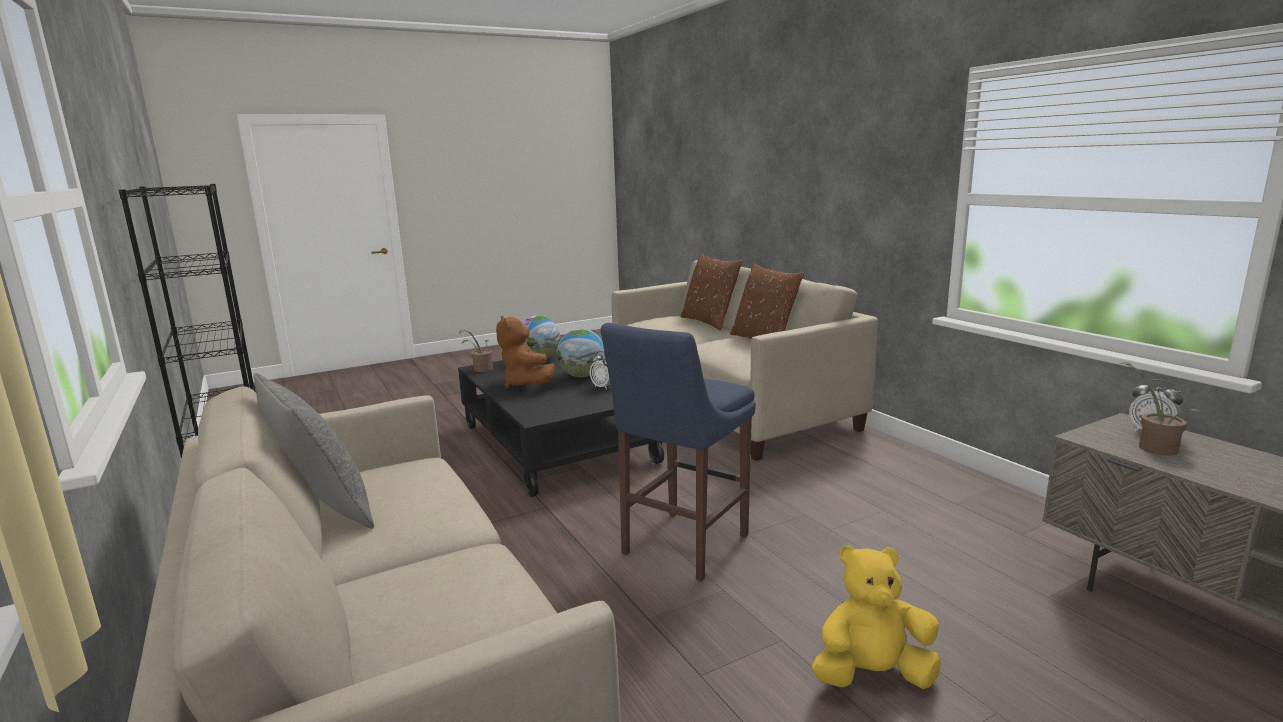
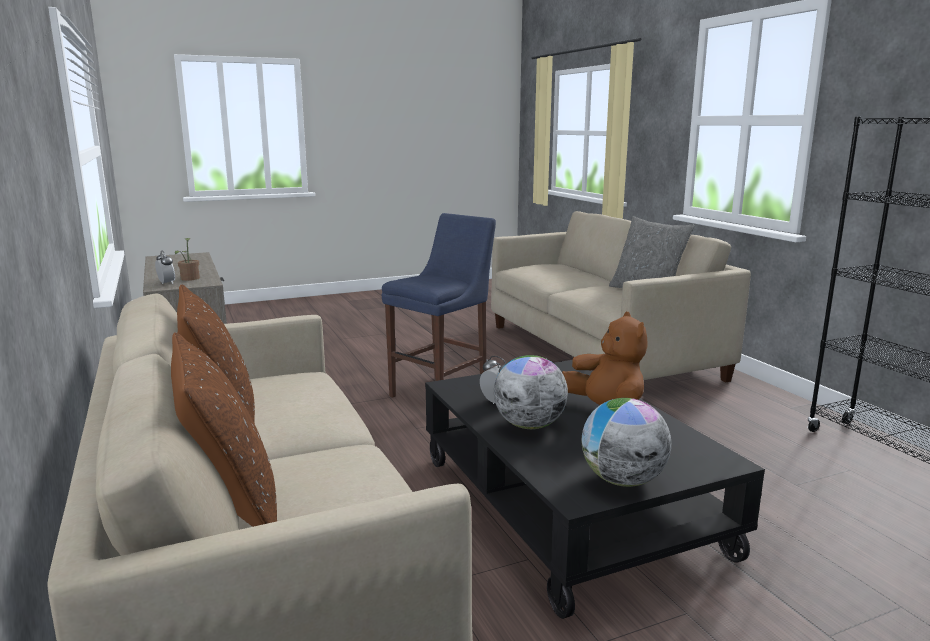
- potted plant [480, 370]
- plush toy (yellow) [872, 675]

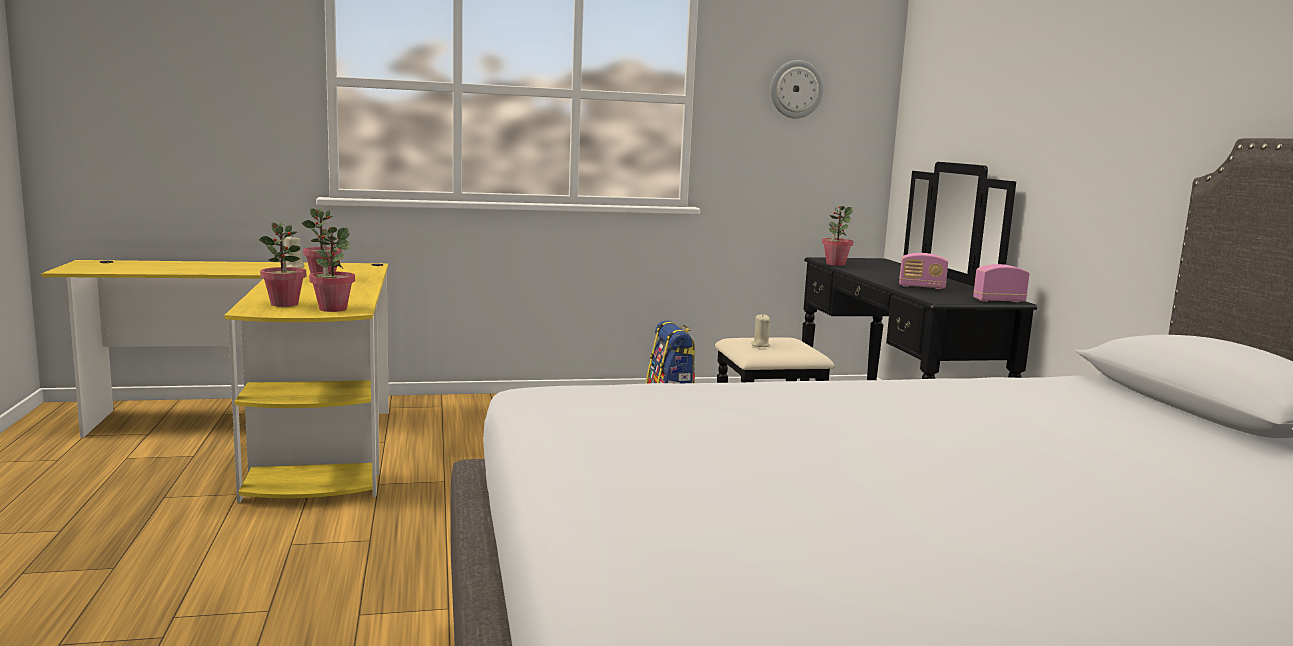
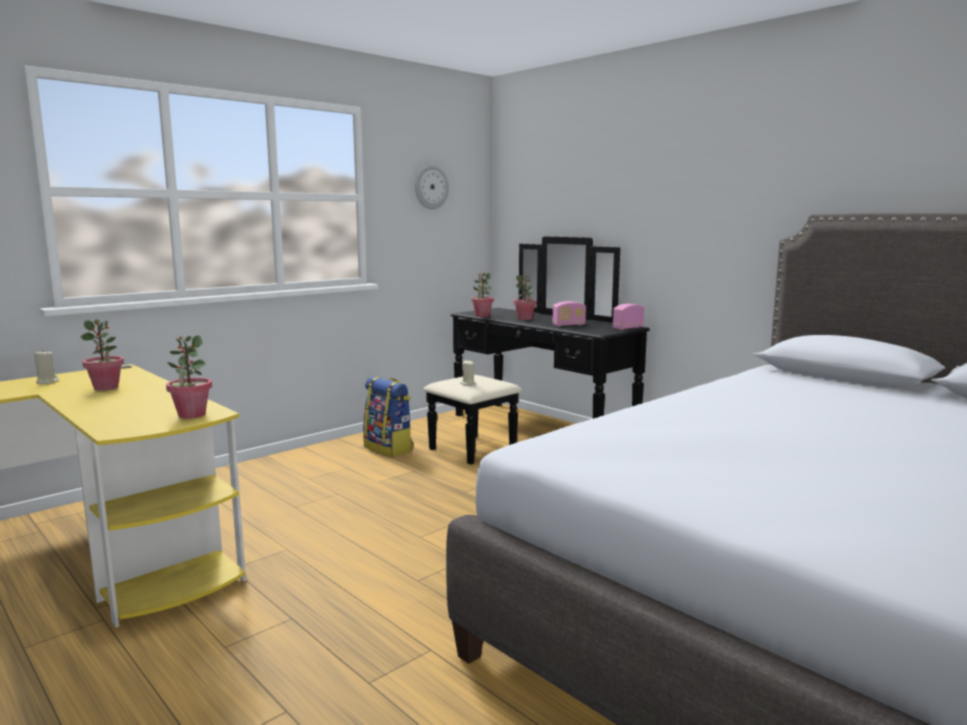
~ potted plant [284, 304] to [525, 319]

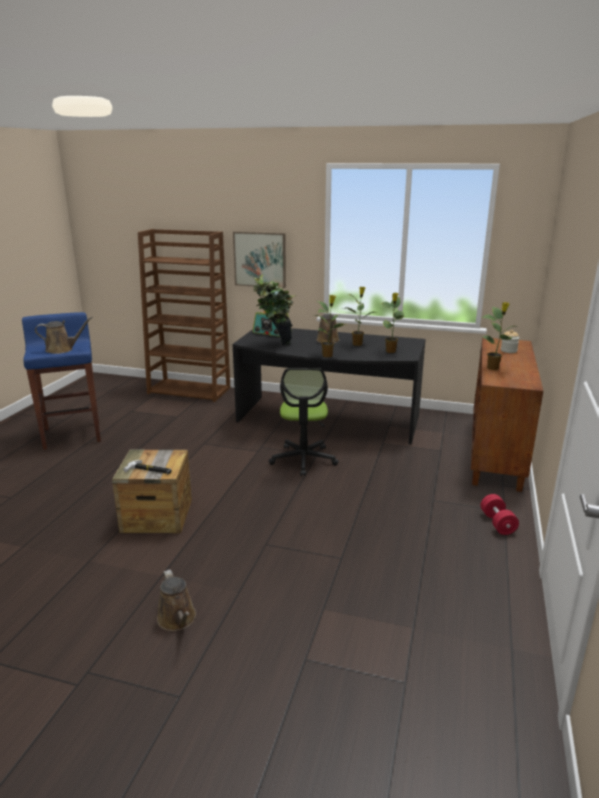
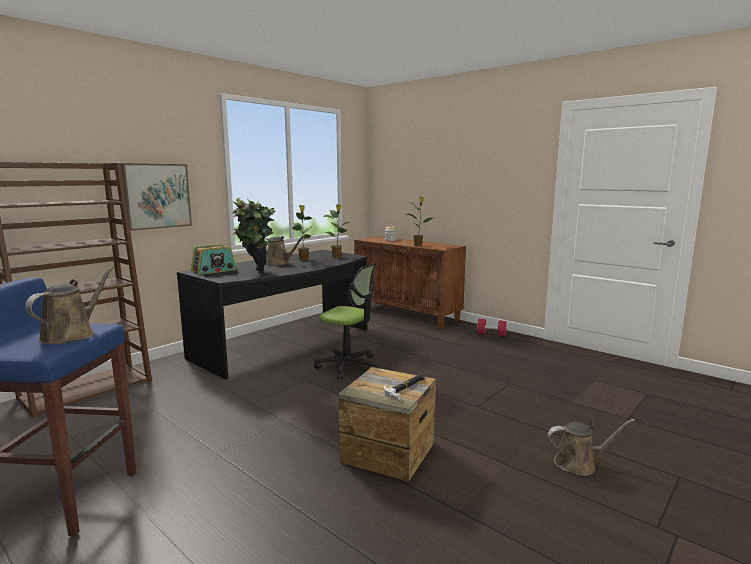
- potted plant [328, 355]

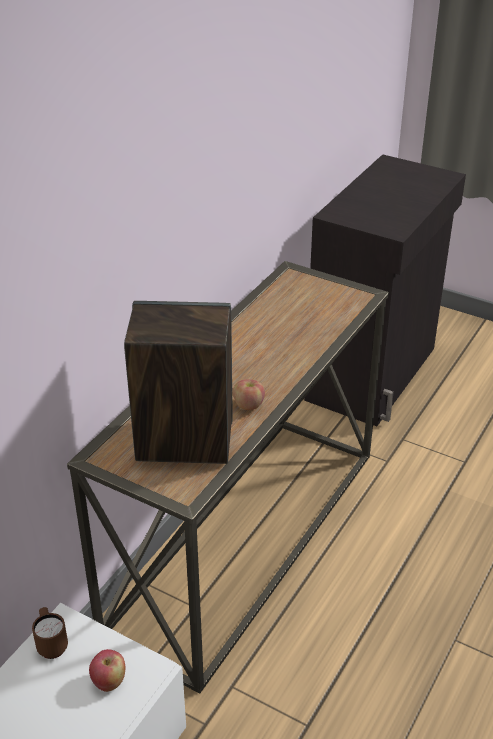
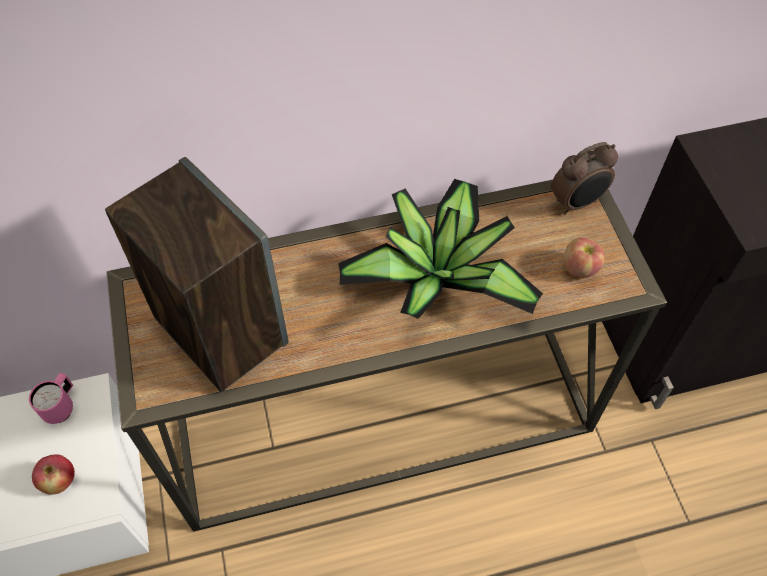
~ mug (brown) [51, 644] to mug (pink) [62, 406]
~ apple [248, 405] to [579, 268]
+ potted plant [439, 275]
+ alarm clock [577, 203]

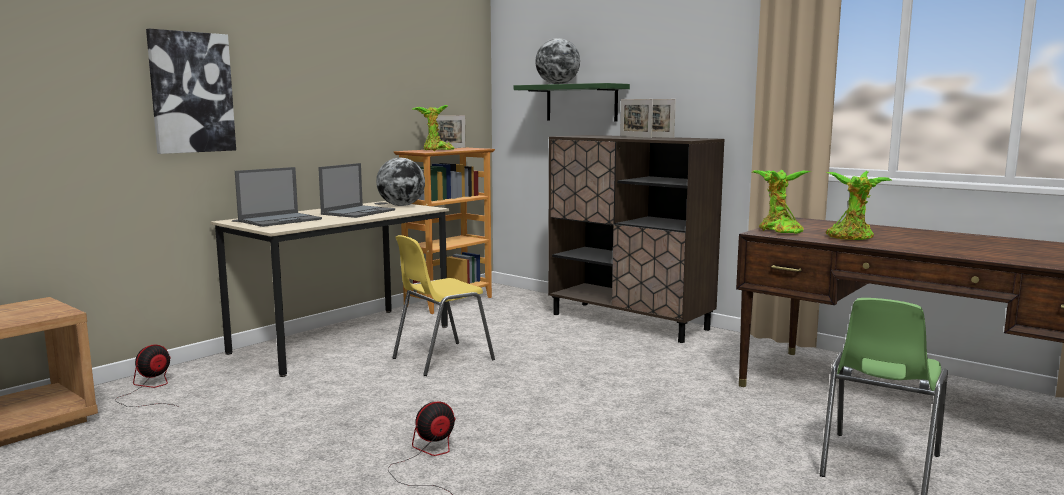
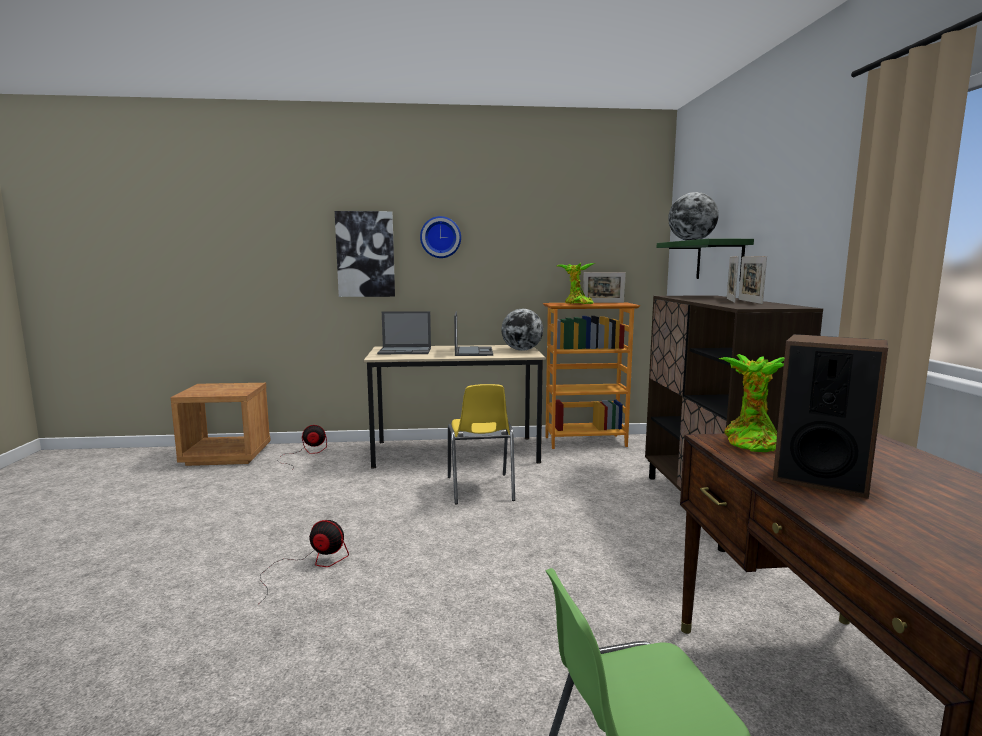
~ laptop [359, 212] = [473, 351] 75 degrees counterclockwise
~ chair (yellow) [441, 359] = [480, 489] 105 degrees counterclockwise
~ potted plant [851, 238] to speaker [821, 478]
+ wall clock [440, 237]

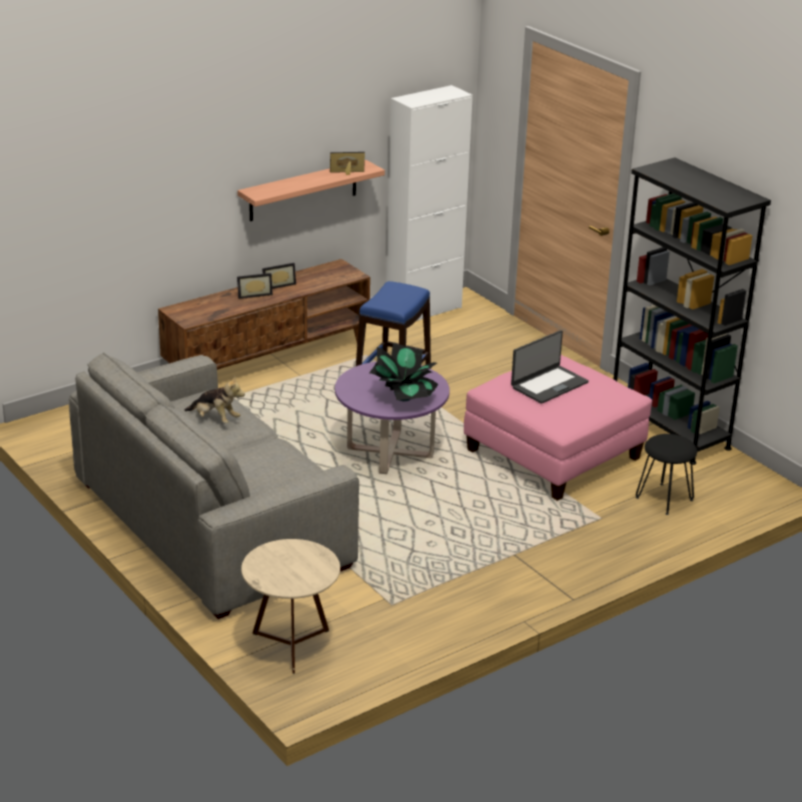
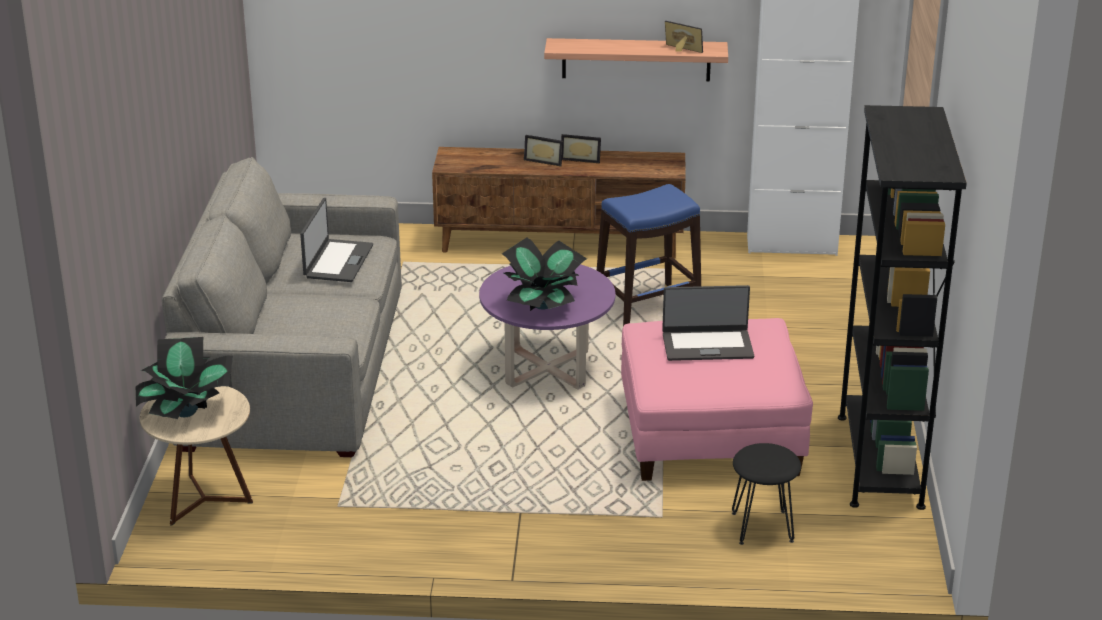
~ plush toy [215, 419] to laptop [337, 261]
+ potted plant [187, 412]

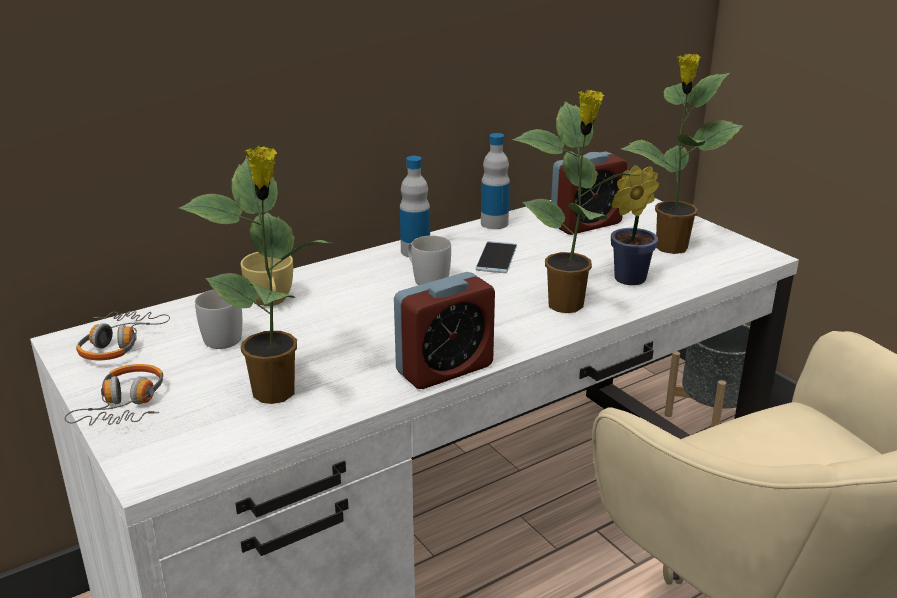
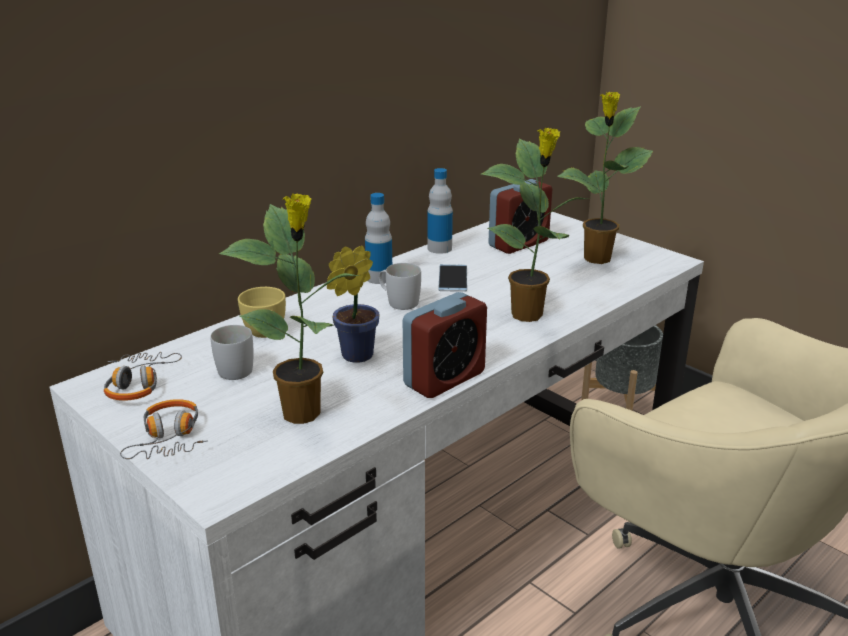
~ potted plant [626, 279] to [353, 356]

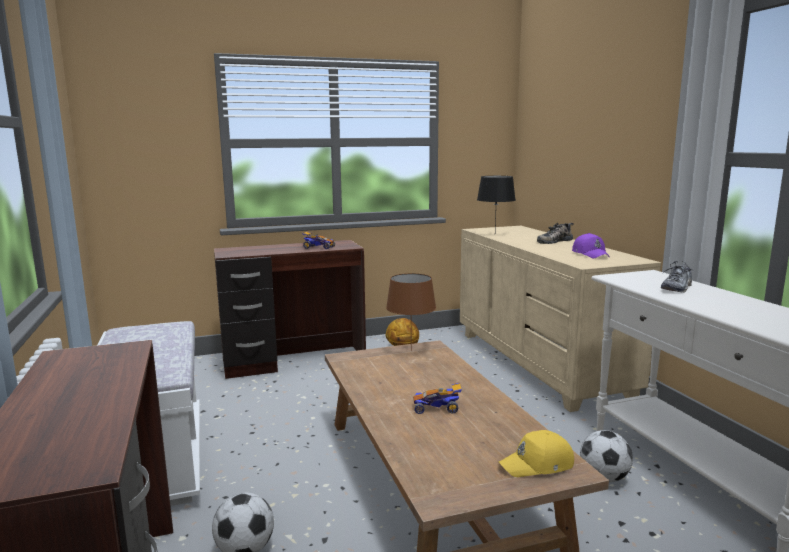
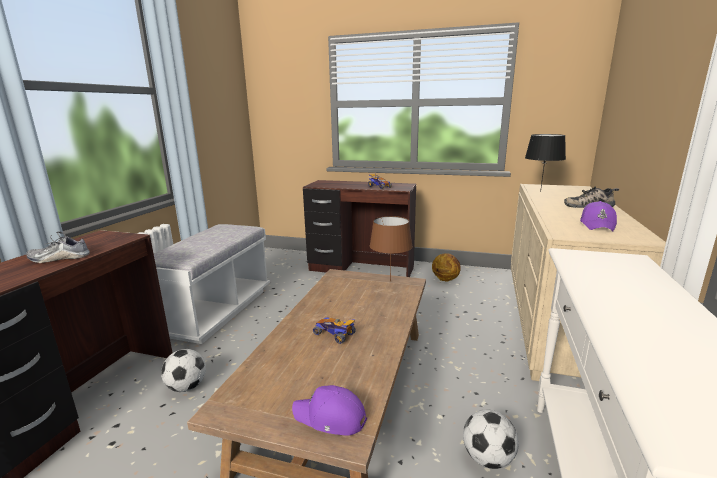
~ cap (yellow) [538, 465] to cap (purple) [330, 418]
~ shoe [677, 288] to [59, 258]

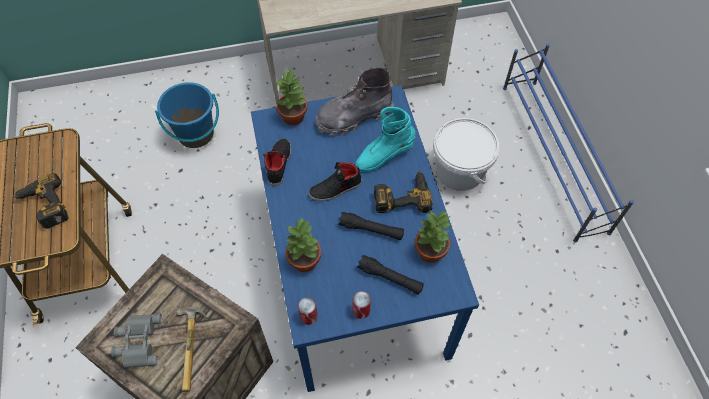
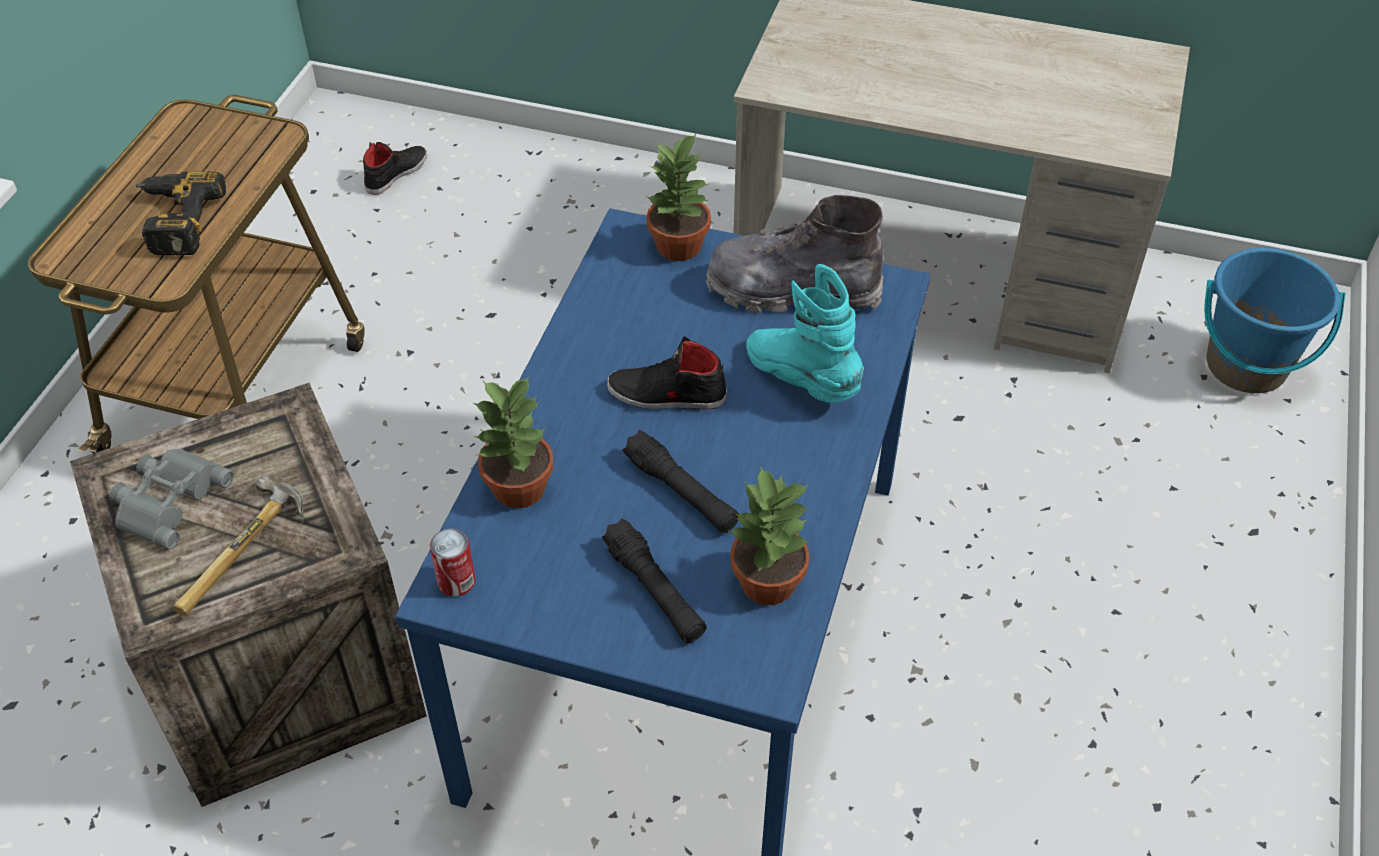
~ bucket (blue) [196, 134] to [1246, 366]
~ shoe (black) [278, 163] to [396, 173]
- can [361, 310]
~ boot (turquoise) [384, 156] = [802, 379] 45 degrees clockwise
- power drill [401, 195]
- bucket (white) [459, 171]
- shoe rack (blue) [553, 156]

